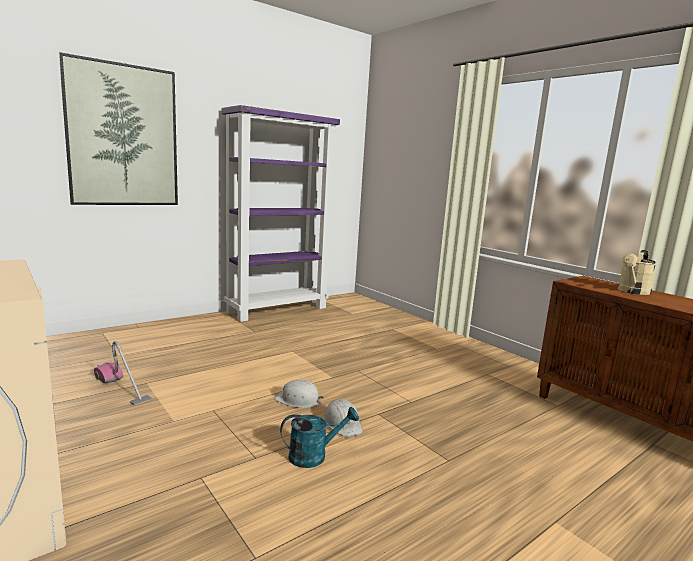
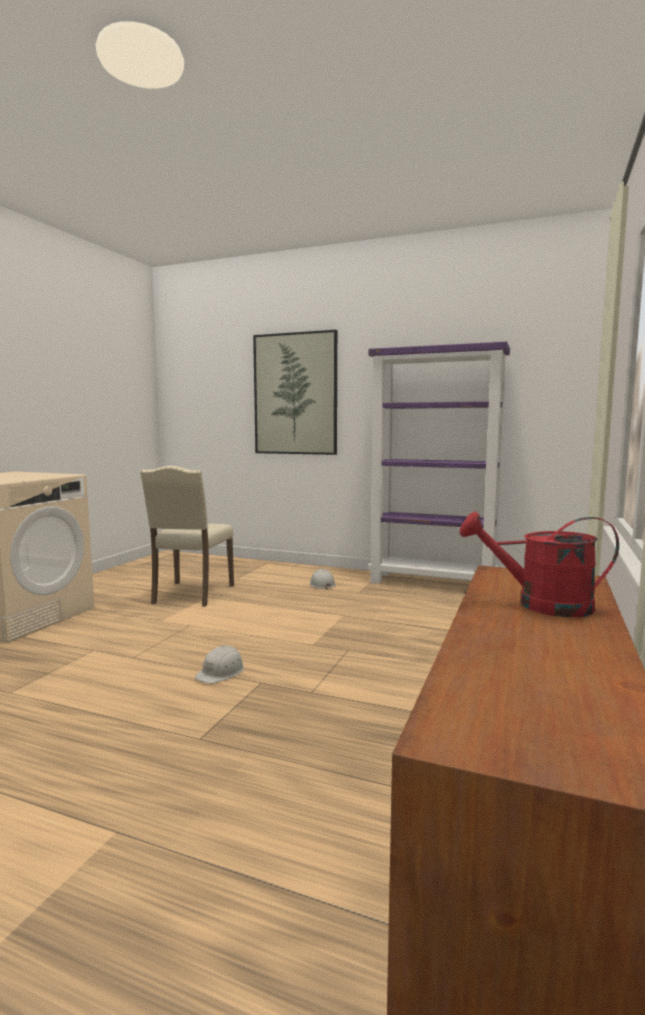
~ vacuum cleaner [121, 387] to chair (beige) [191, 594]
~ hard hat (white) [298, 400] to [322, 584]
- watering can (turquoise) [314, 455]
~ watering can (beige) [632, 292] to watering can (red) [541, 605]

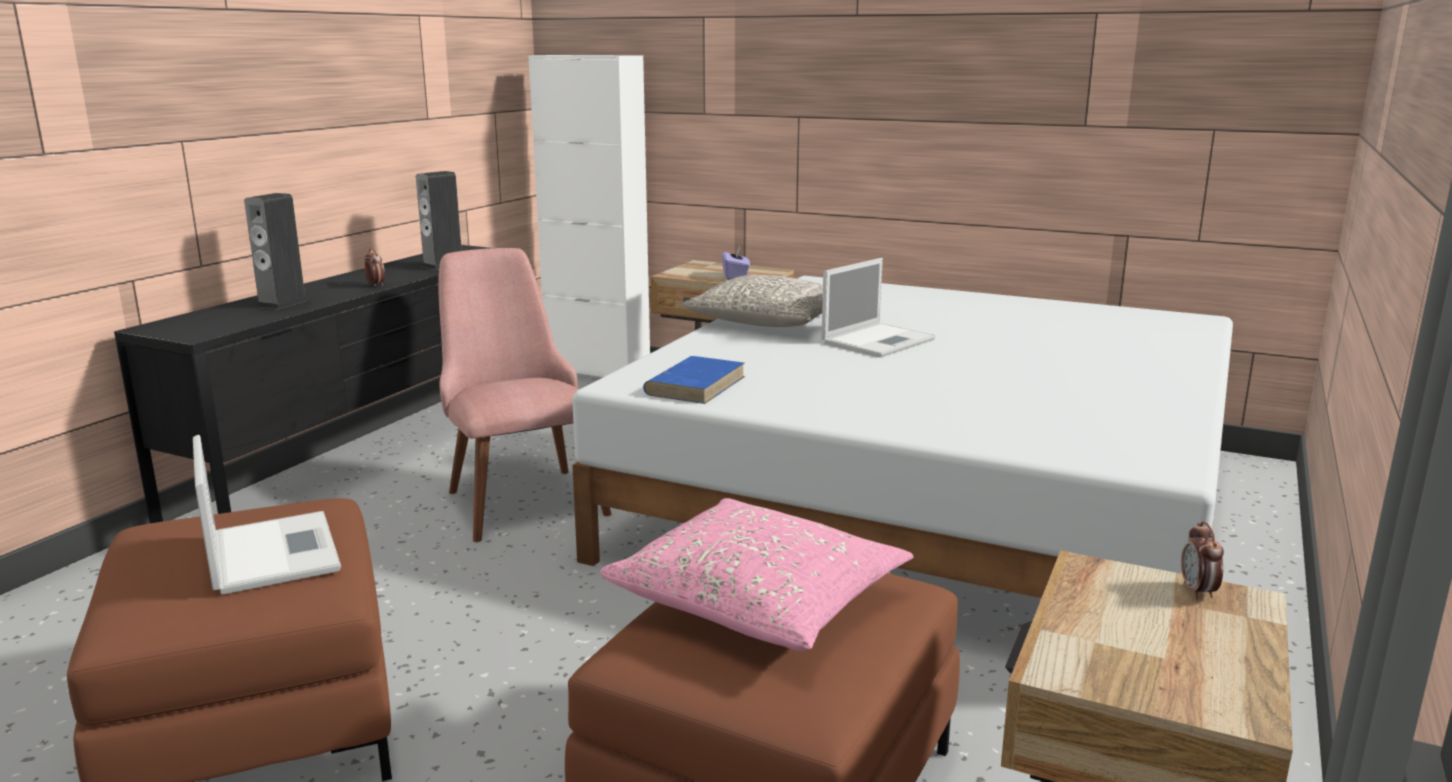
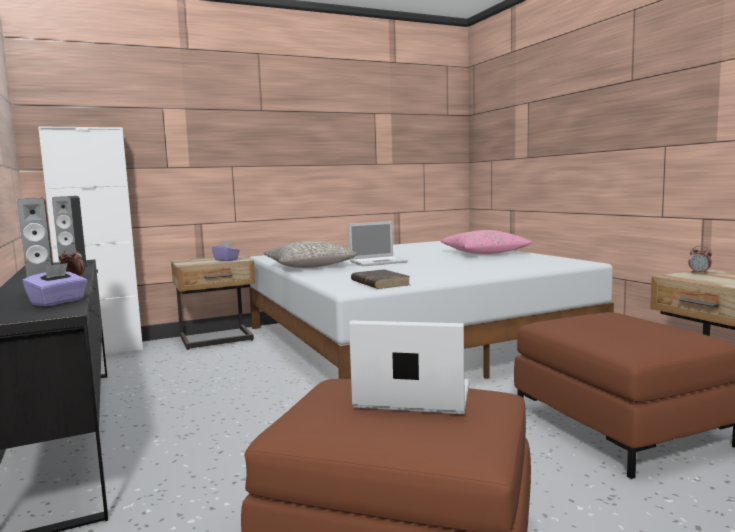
- chair (pink) [519, 495]
~ pillow (pink) [759, 600] to [484, 253]
~ book (blue) [696, 385] to book (brown) [379, 283]
~ laptop [879, 341] = [379, 262] 75 degrees clockwise
+ tissue box (purple) [58, 302]

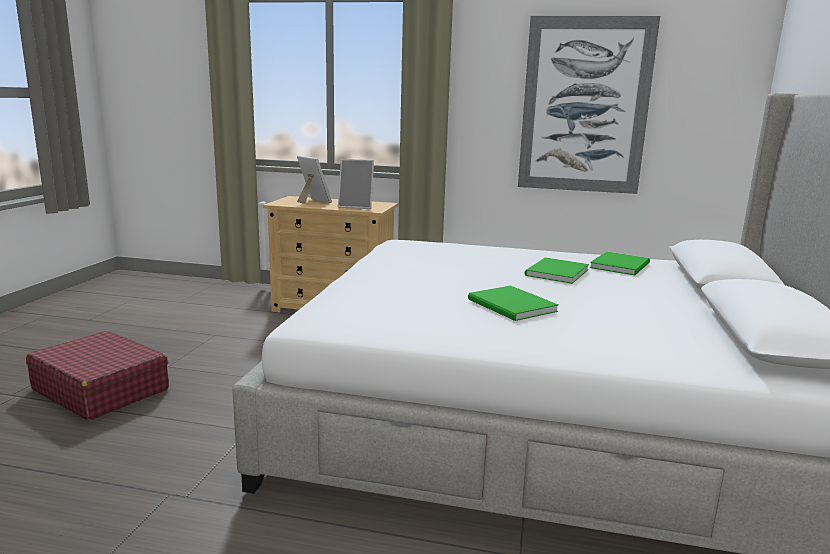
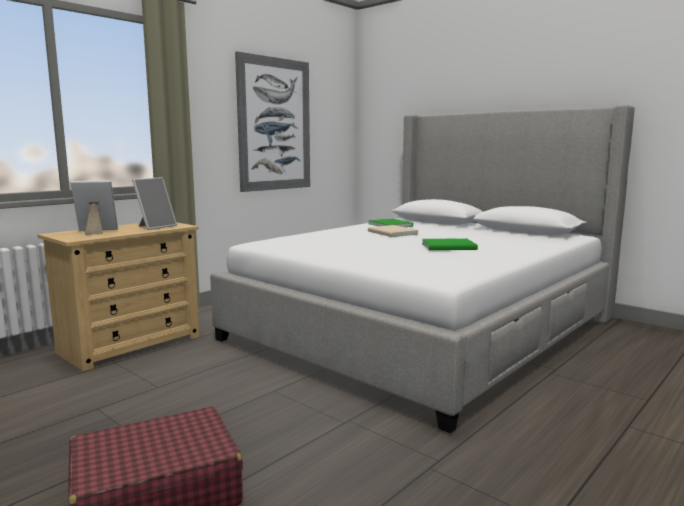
~ book (green) [554, 273] to book (beige) [392, 233]

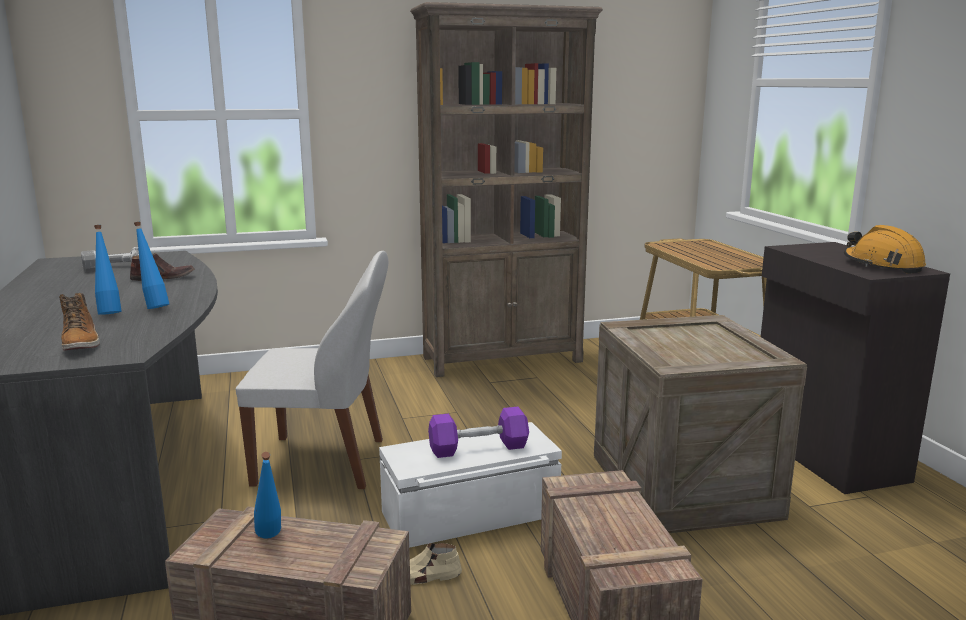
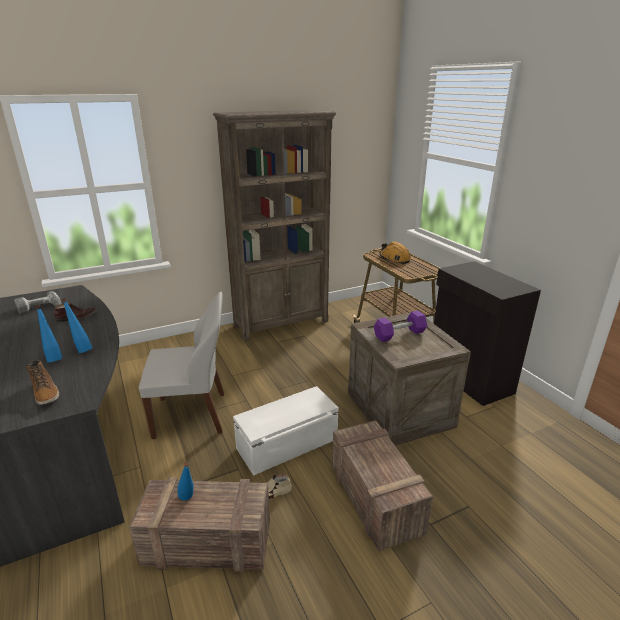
~ dumbbell (purple) [478, 448] to [399, 334]
~ hard hat (orange) [882, 265] to [394, 258]

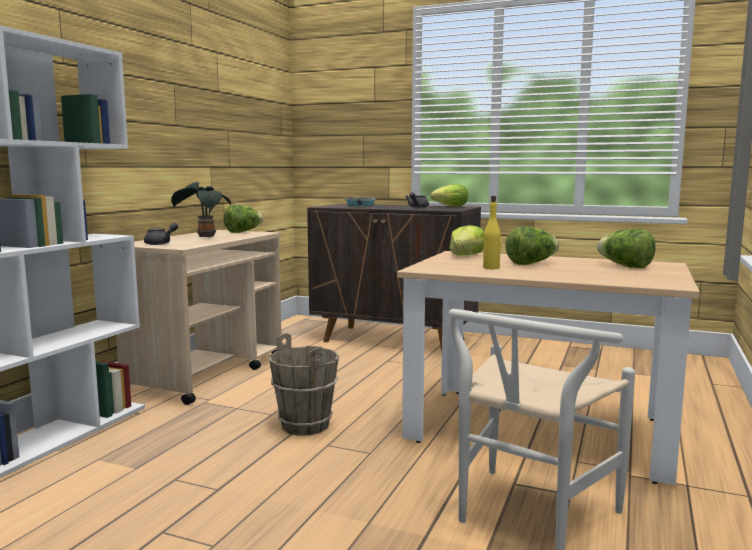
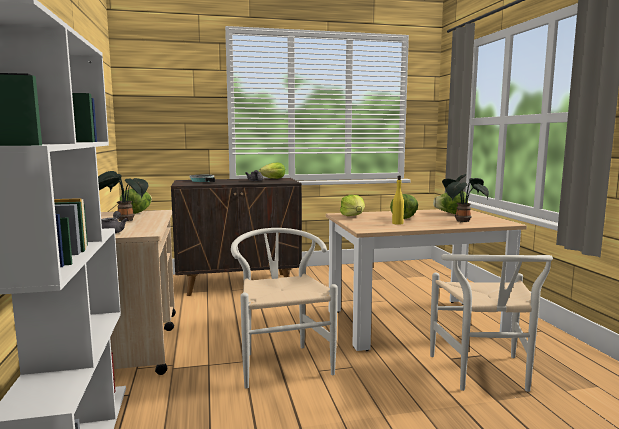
~ bucket (brown) [306, 425] to chair (white) [281, 362]
+ potted plant [461, 221]

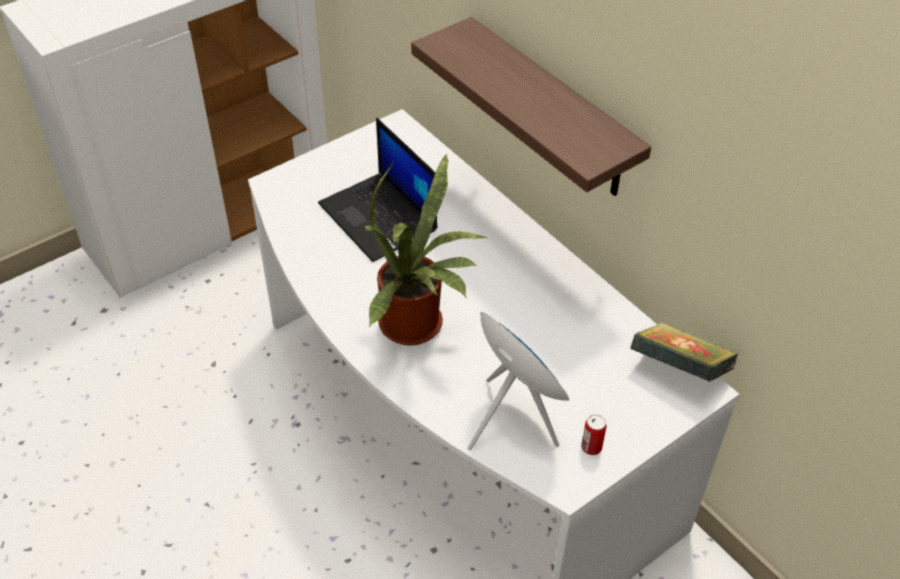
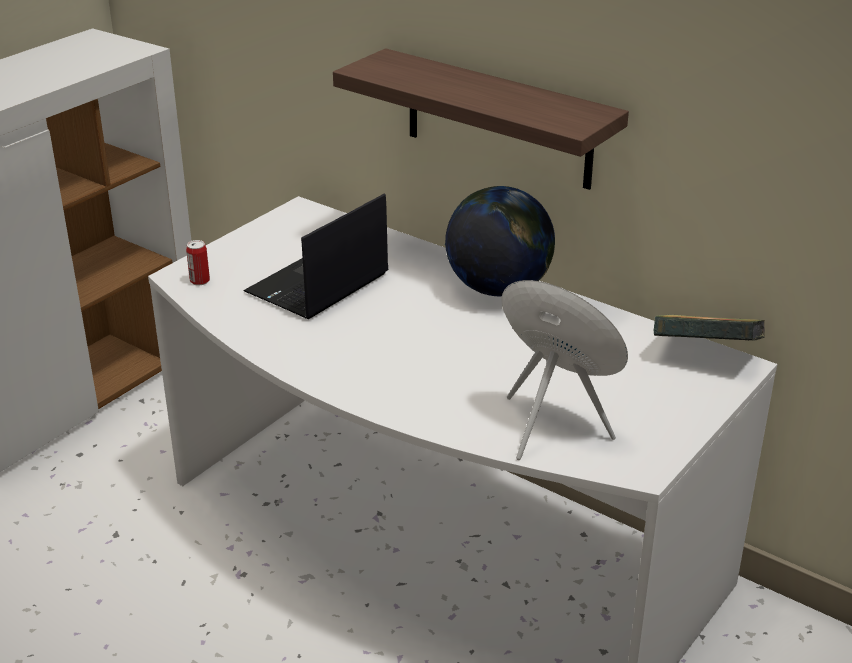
~ laptop [380, 218] = [317, 285] 90 degrees clockwise
- potted plant [417, 327]
~ can [591, 447] to [200, 281]
+ globe [498, 289]

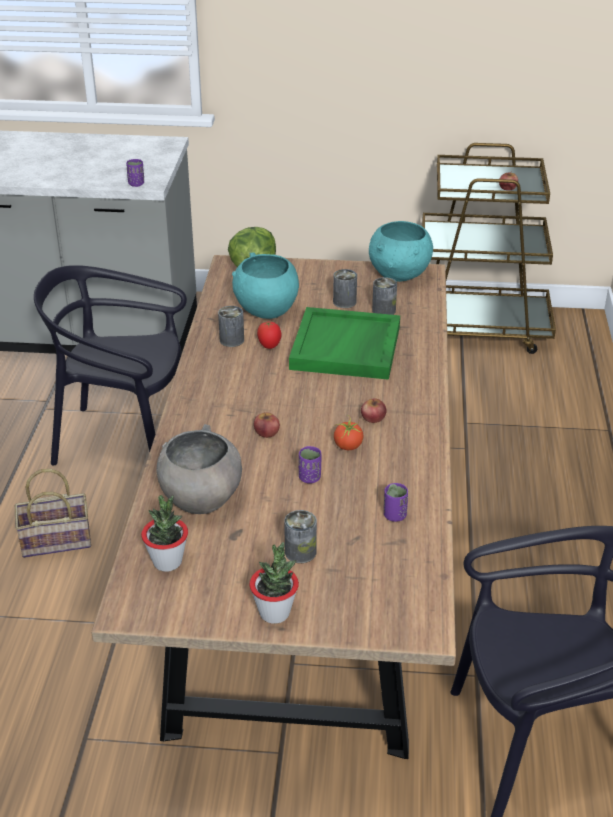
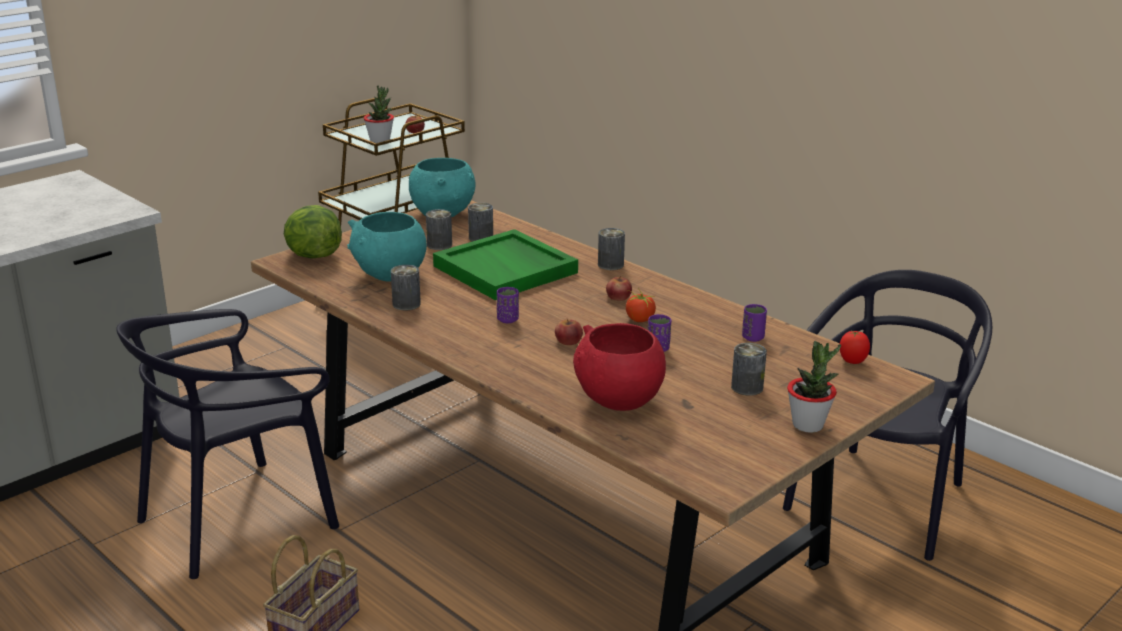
~ cup (purple) [136, 184] to [507, 319]
~ potted plant [167, 562] to [380, 142]
~ bowl (grey) [201, 500] to bowl (red) [618, 401]
~ tomato [269, 346] to [852, 362]
+ can [610, 265]

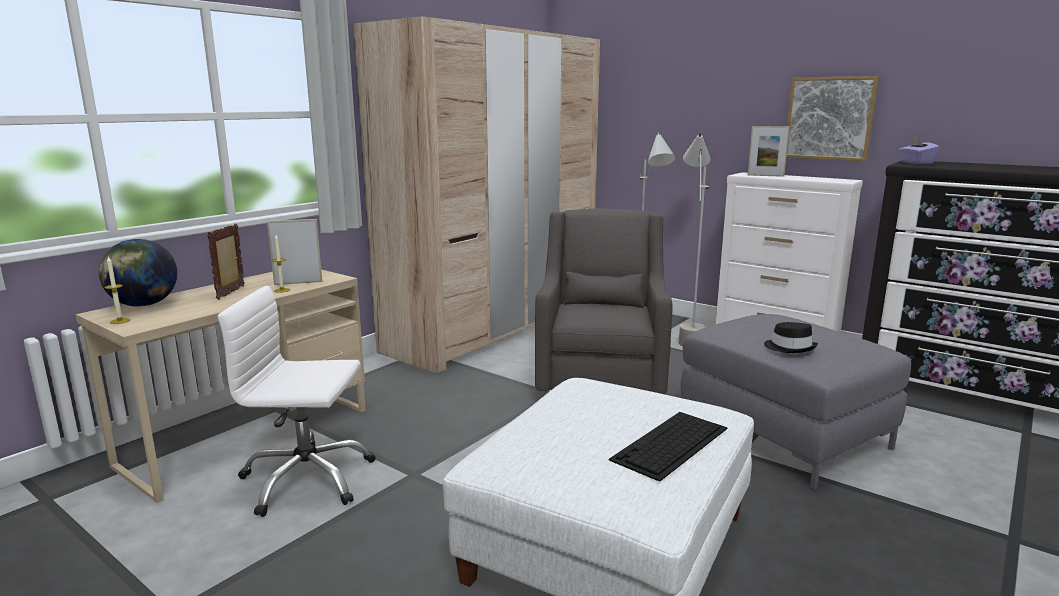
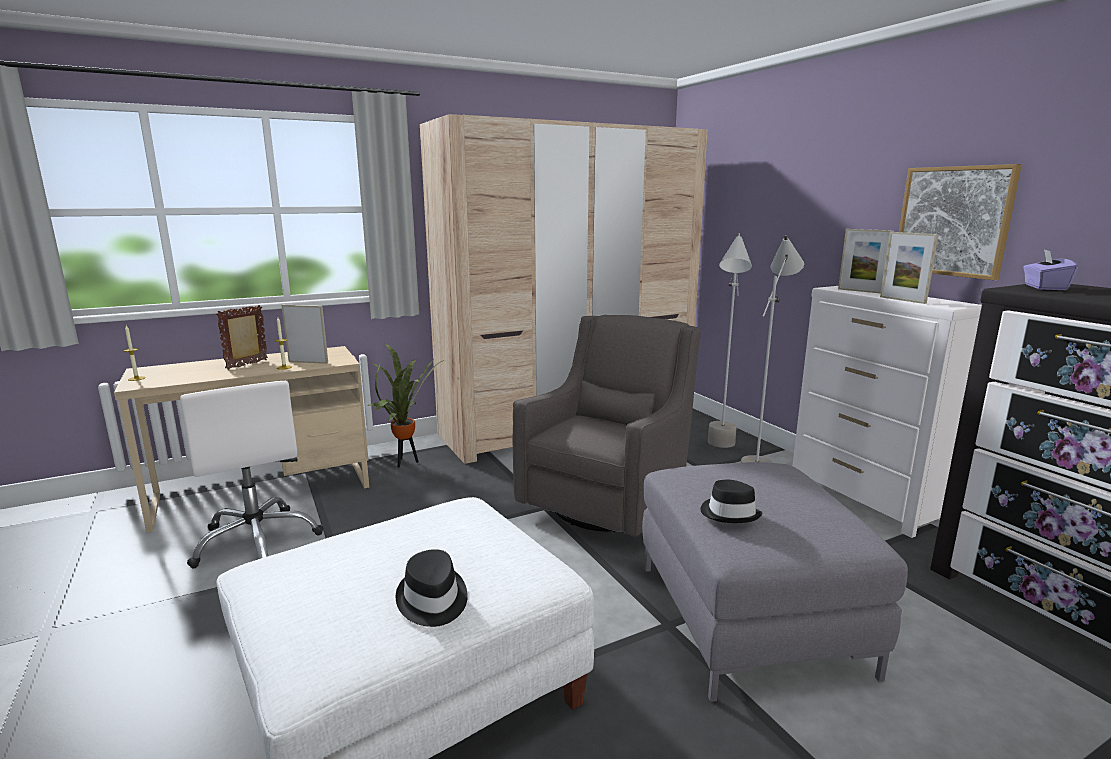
- globe [144, 305]
~ office chair (white) [307, 479] = [257, 541] 150 degrees counterclockwise
~ keyboard [670, 444] to hat (black) [432, 600]
+ potted plant [406, 462]
+ picture frame [902, 300]

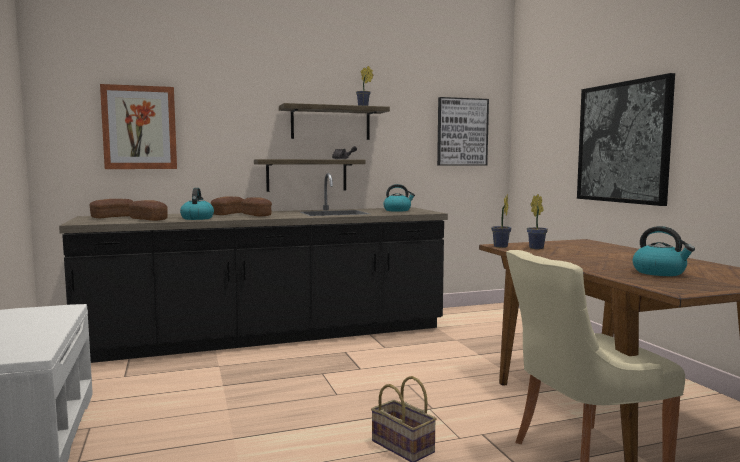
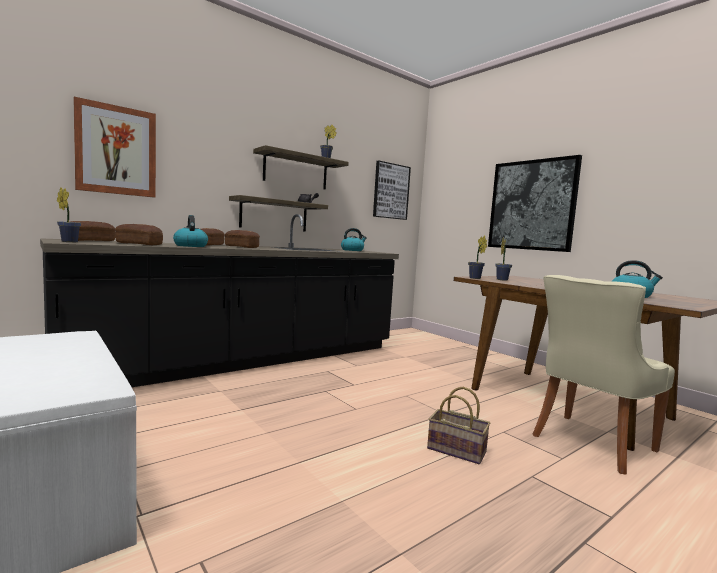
+ potted plant [68, 241]

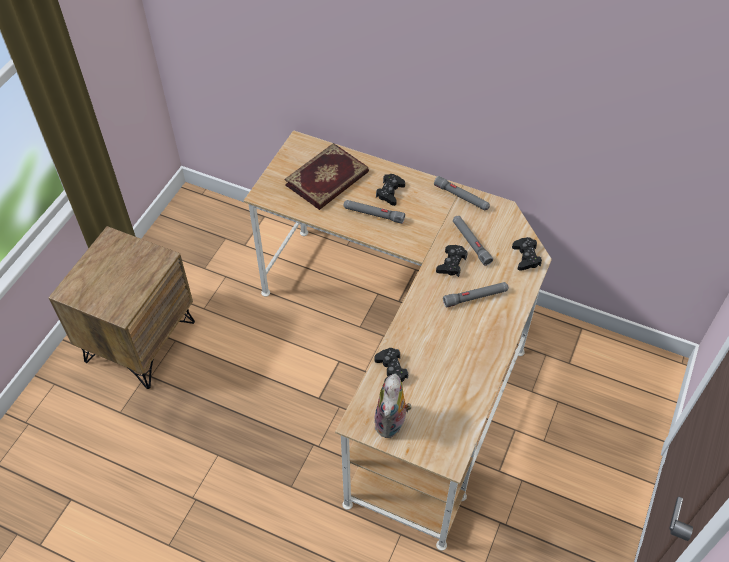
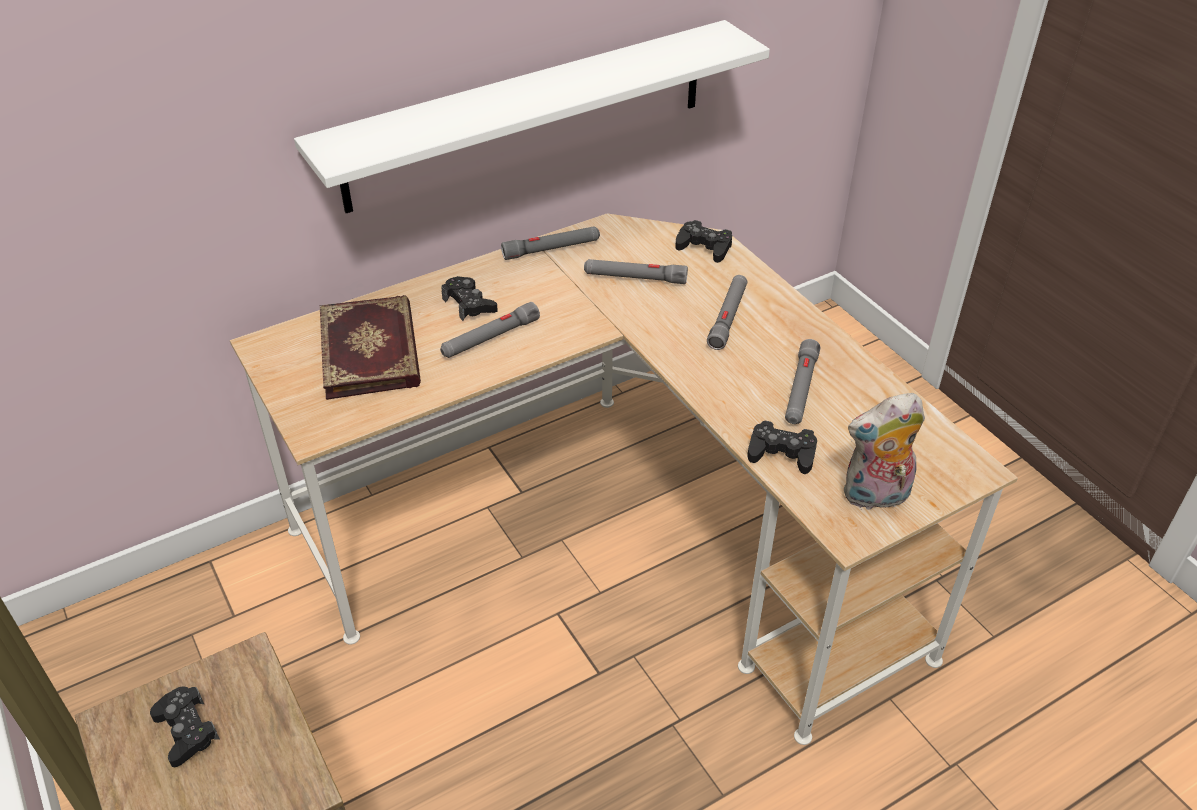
~ plush toy [392, 423] = [875, 497] 120 degrees clockwise
~ game controller (black) [451, 264] to [186, 730]
+ shelf (white) [528, 115]
+ flashlight (grey) [800, 389]

